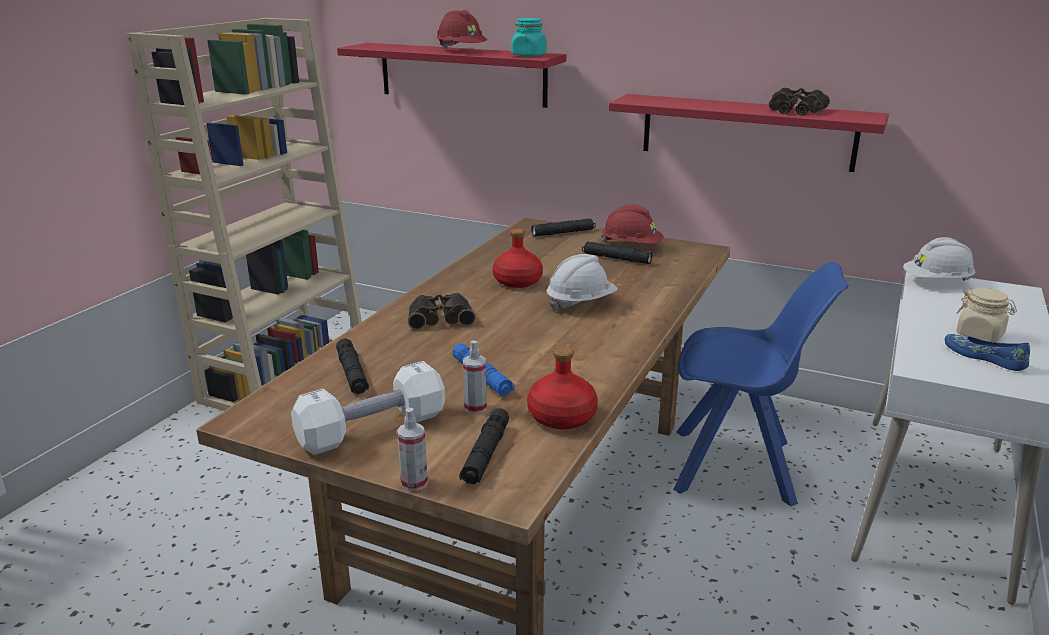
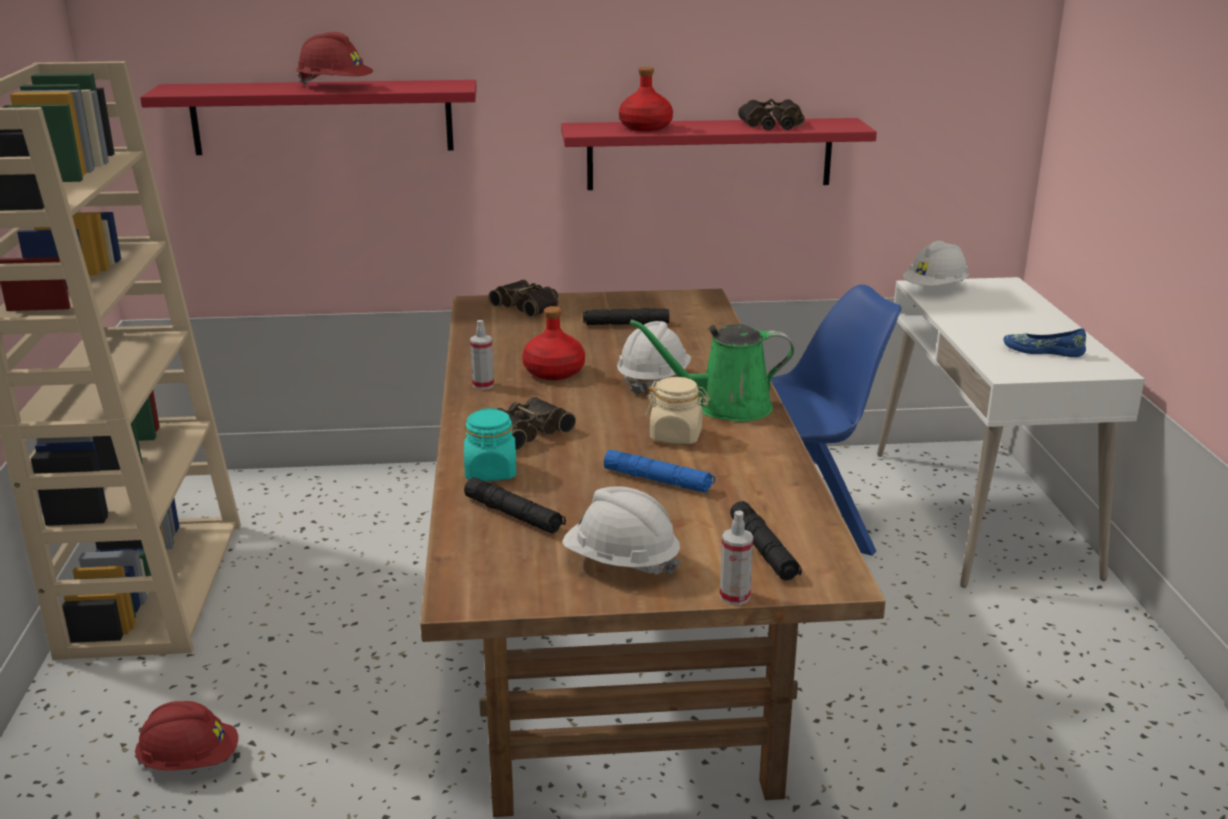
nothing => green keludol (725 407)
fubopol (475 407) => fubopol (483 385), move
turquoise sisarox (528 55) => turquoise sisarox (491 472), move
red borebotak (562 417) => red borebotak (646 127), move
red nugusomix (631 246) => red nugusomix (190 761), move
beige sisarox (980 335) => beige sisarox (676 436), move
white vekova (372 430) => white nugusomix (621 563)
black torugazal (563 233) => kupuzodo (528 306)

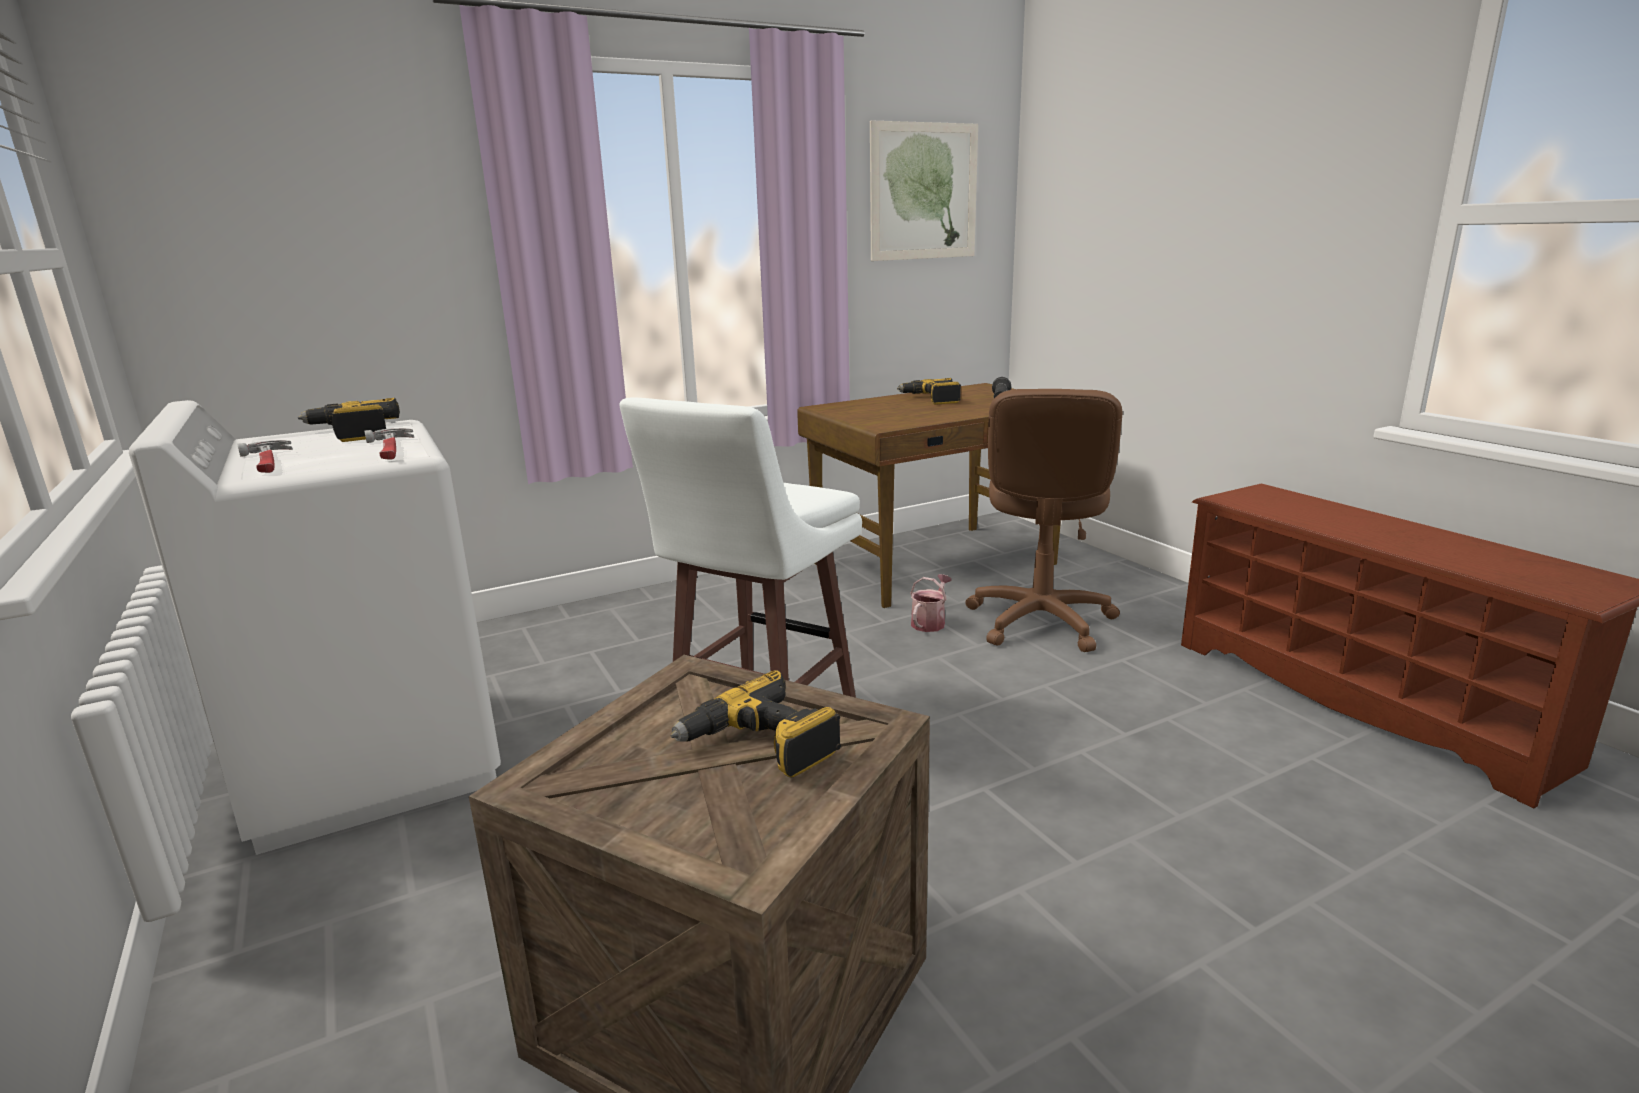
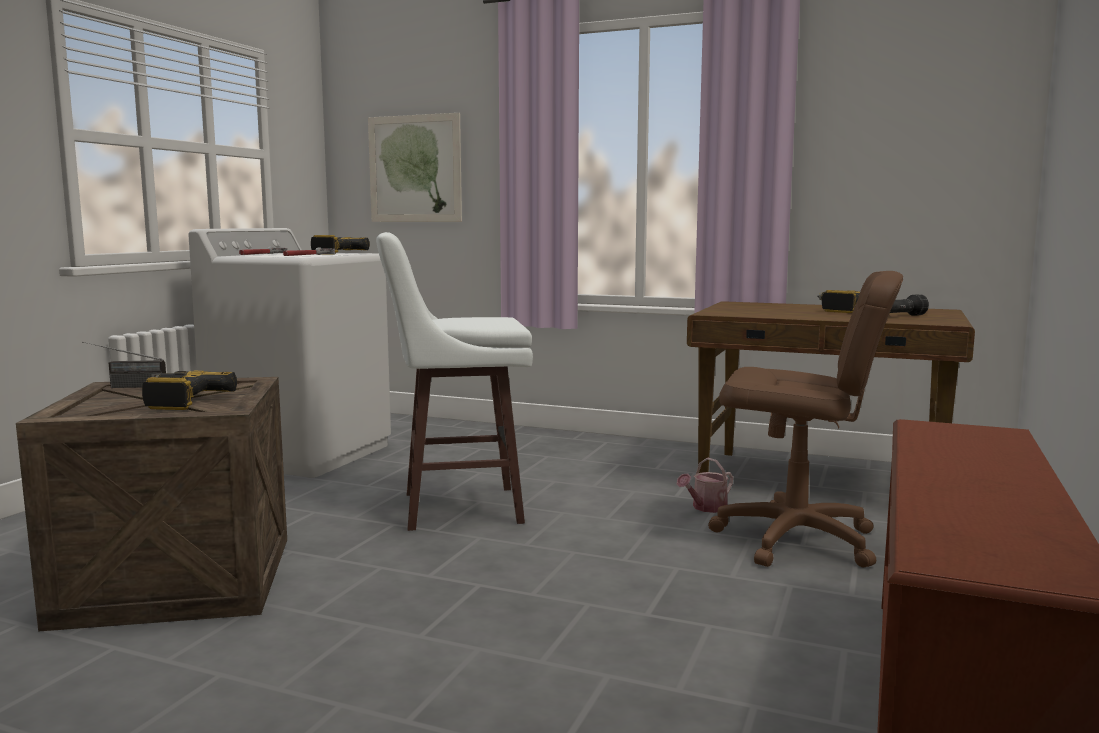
nothing => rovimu (124 387)
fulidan (924 192) => fulidan (415 169), move
keludol (930 622) => keludol (706 508), 150 degrees clockwise
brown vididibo (1039 621) => brown vididibo (796 540), 135 degrees counterclockwise

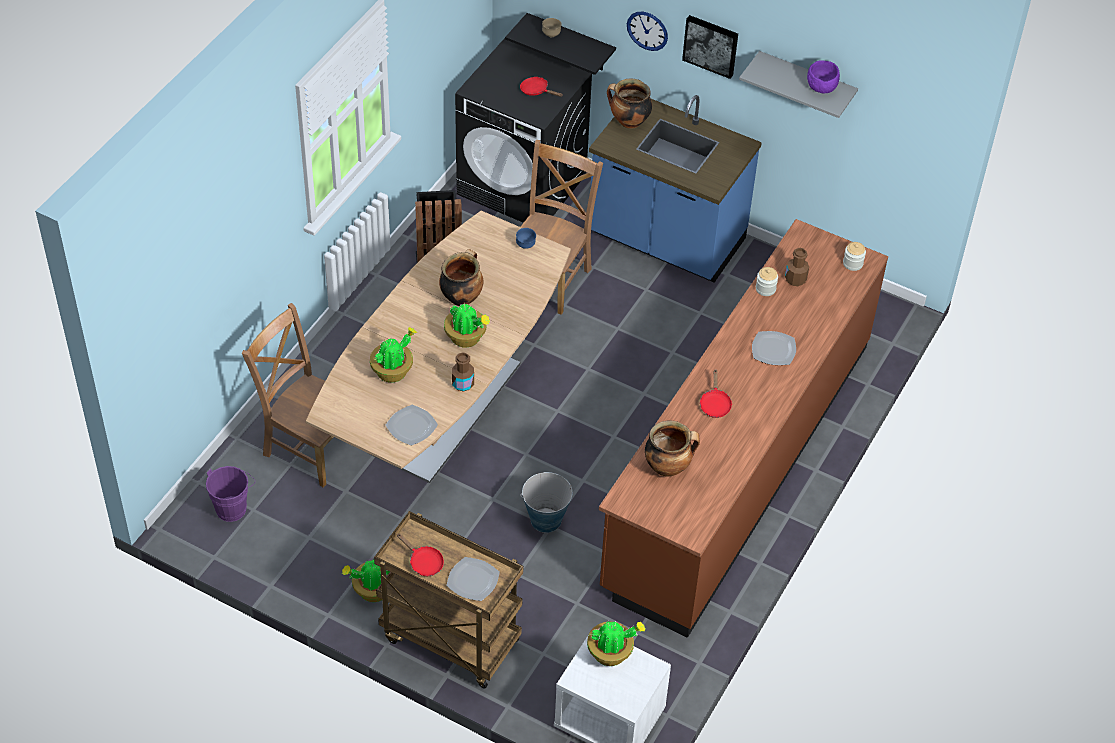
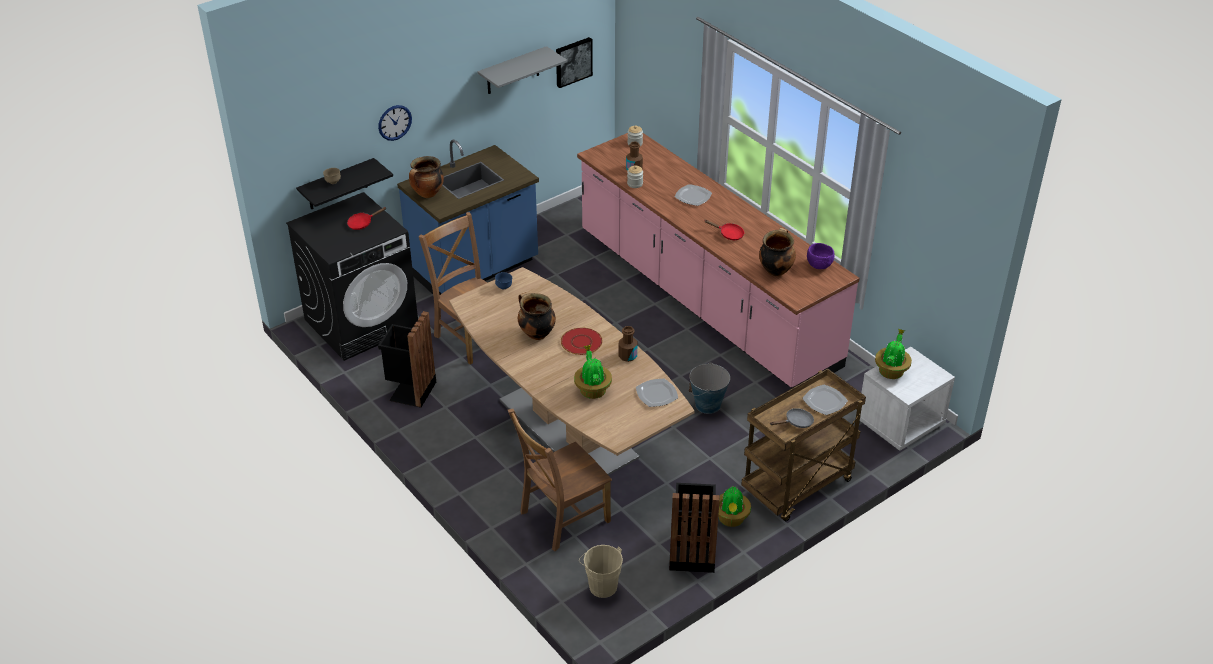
nothing => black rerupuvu (691 554)
fulidan (711 45) => fulidan (573 61), move
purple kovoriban (820 87) => purple kovoriban (818 265), move
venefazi (466 338) => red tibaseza (581 342)
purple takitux (233 507) => beige takitux (601 584)
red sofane (423 562) => grey sofane (796 422)
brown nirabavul (737 463) => pink nirabavul (704 299)

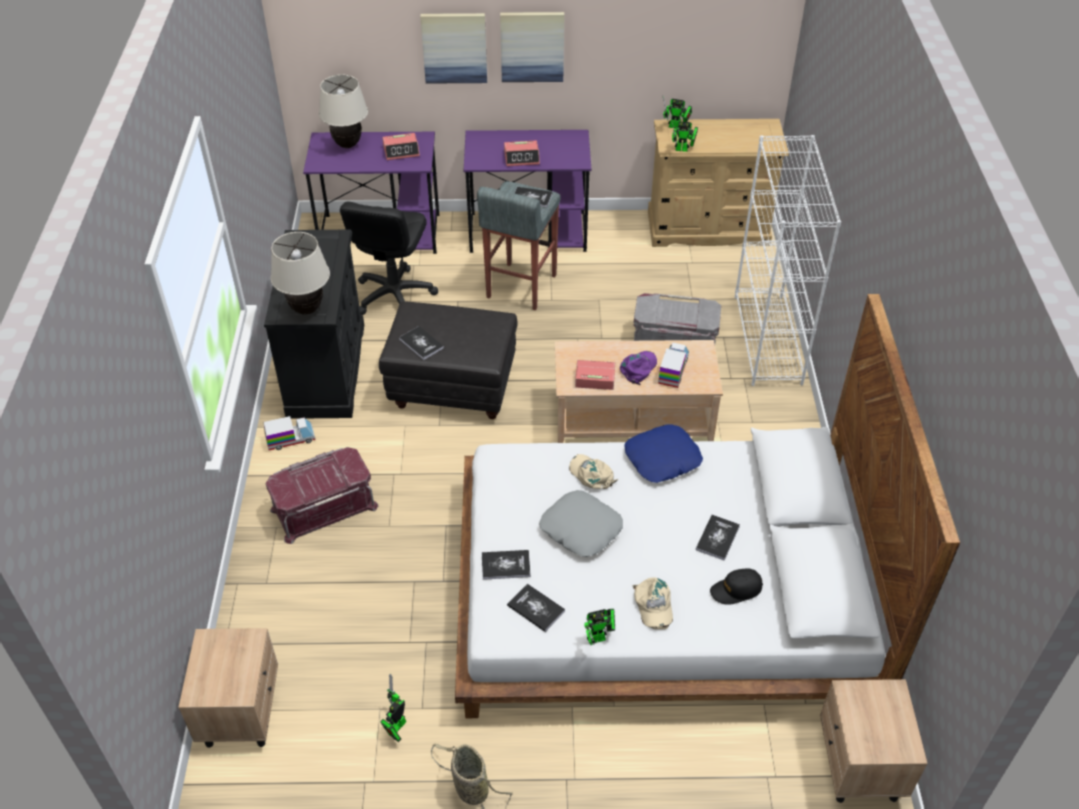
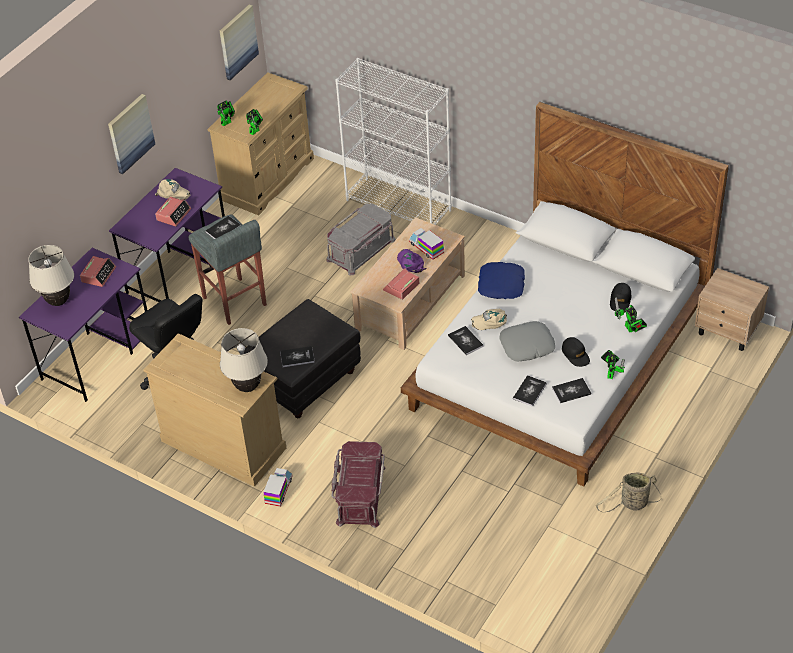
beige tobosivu (241 711) => nothing
nothing => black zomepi (575 355)
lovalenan (396 727) => lovalenan (630 329), move
fulidan (454 47) => fulidan (237 41), move
beige zomepi (653 605) => beige zomepi (173 193), move
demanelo (717 538) => demanelo (465 341), move
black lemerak (327 369) => beige lemerak (223 444)

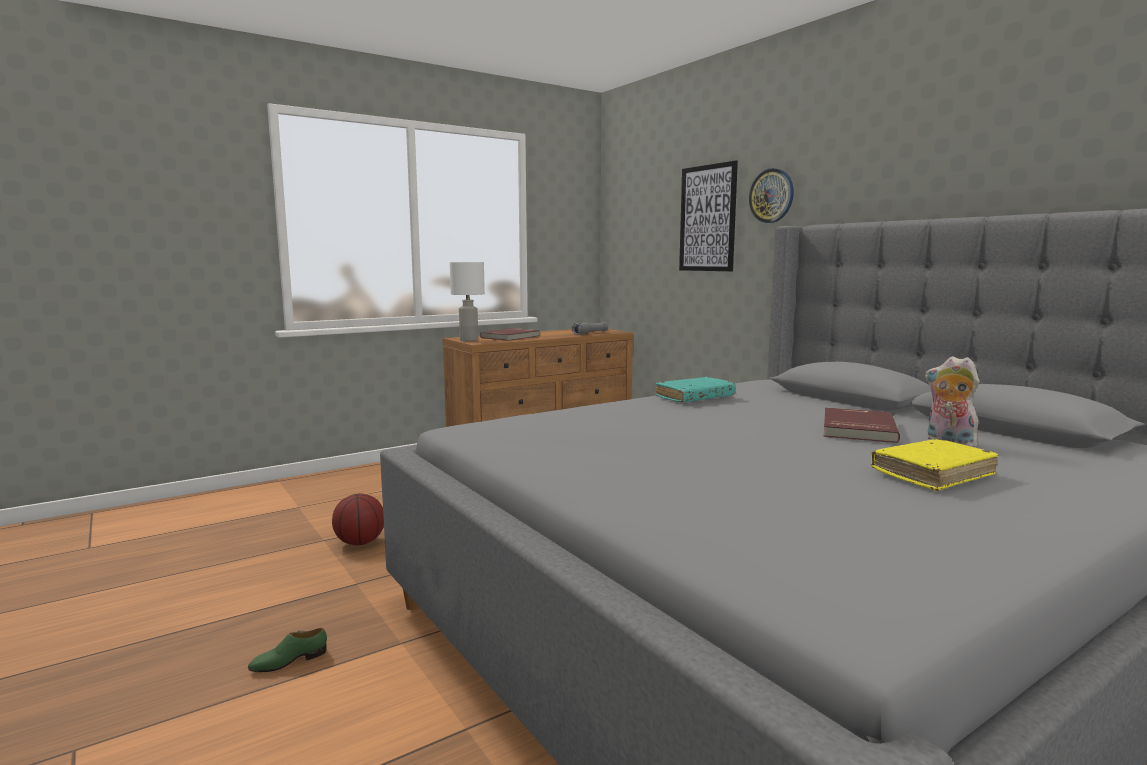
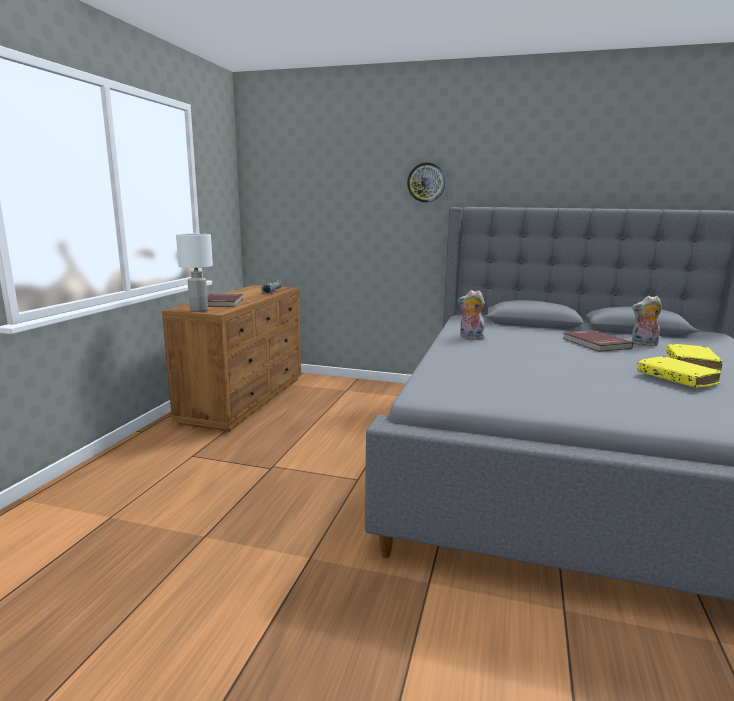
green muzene (289 661) => nothing
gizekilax (360 542) => nothing
fulidan (707 218) => nothing
nothing => yellow demanelo (676 379)
turquoise demanelo (694 398) => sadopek (470 337)

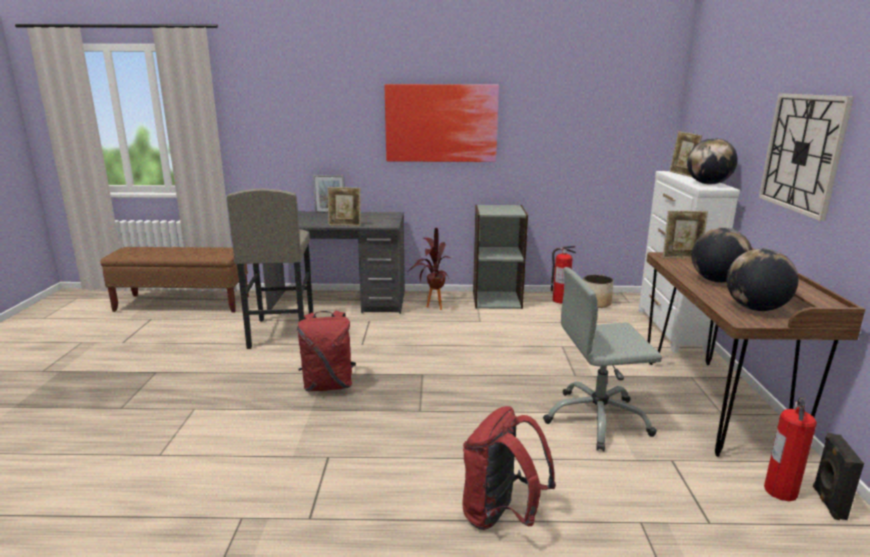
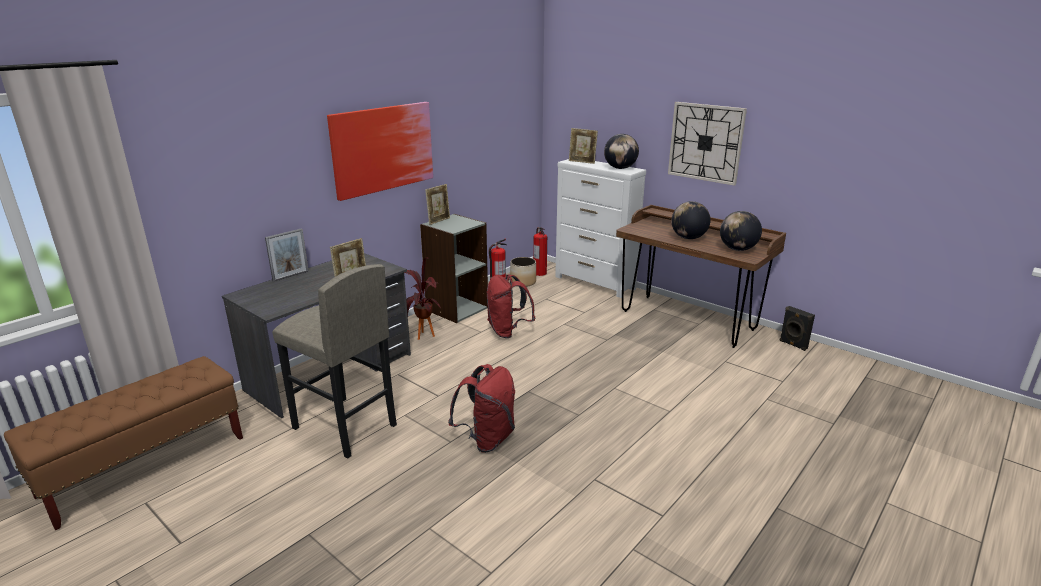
grey vididibo (597 419) => nothing
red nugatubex (501 516) => red nugatubex (508 331), move
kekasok (681 257) => kekasok (439 221), move
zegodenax (780 490) => zegodenax (539 273), move

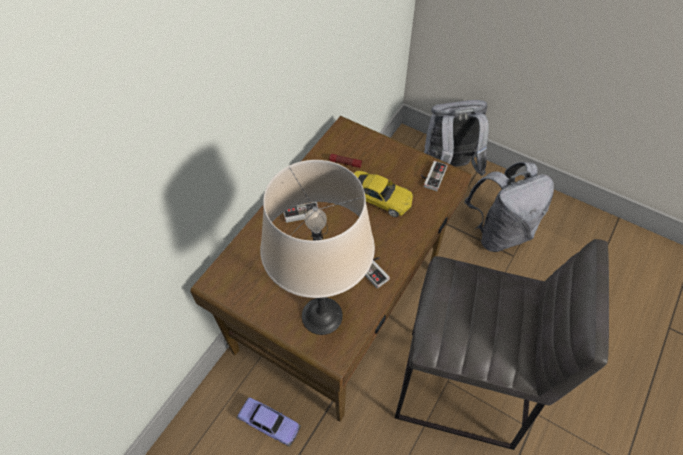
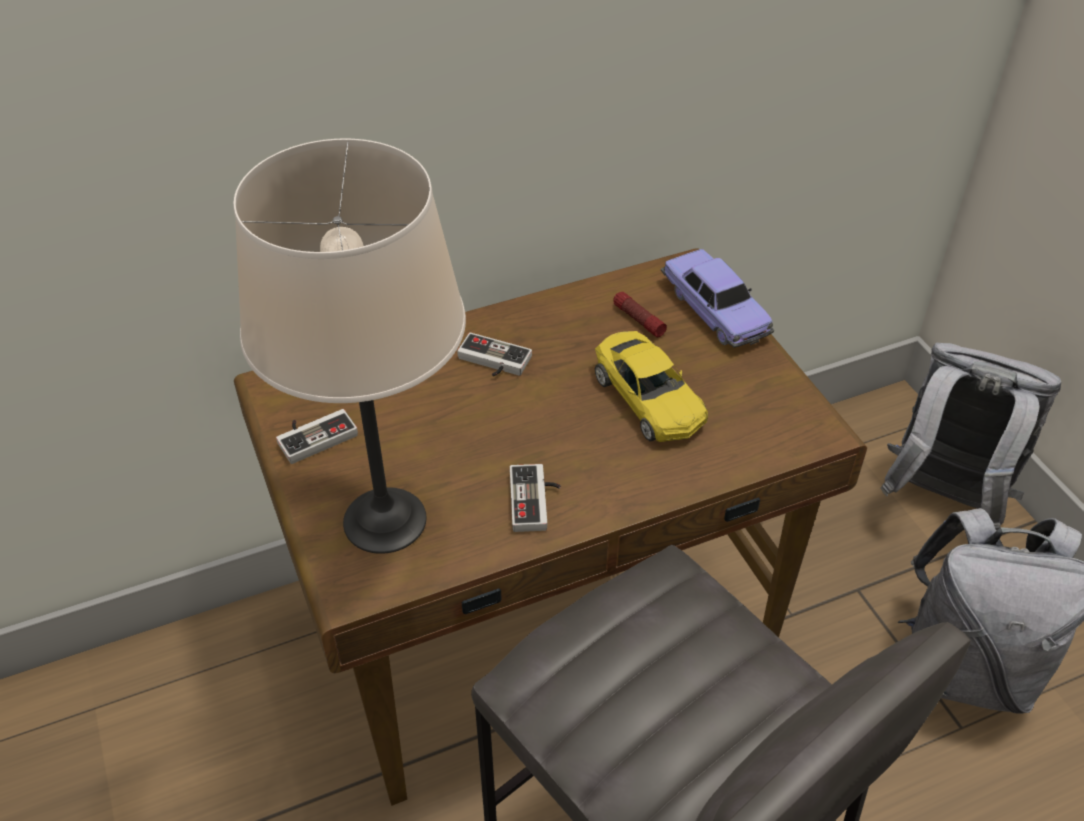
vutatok (269 423) => vutatok (715 310), move
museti (431 176) => museti (315 435), move

